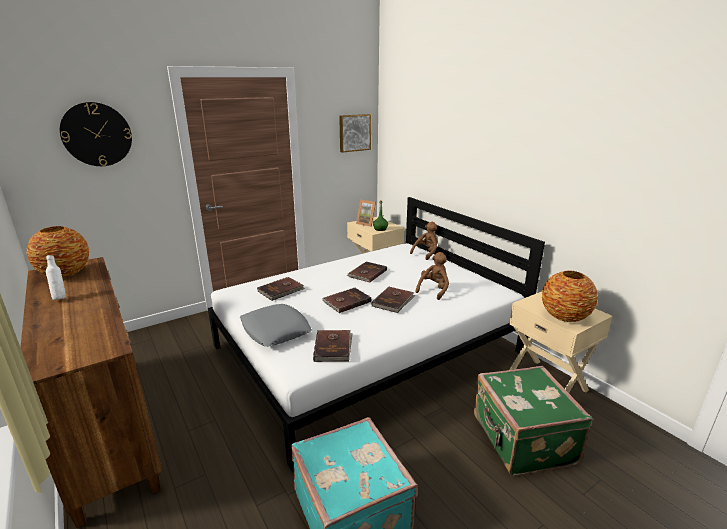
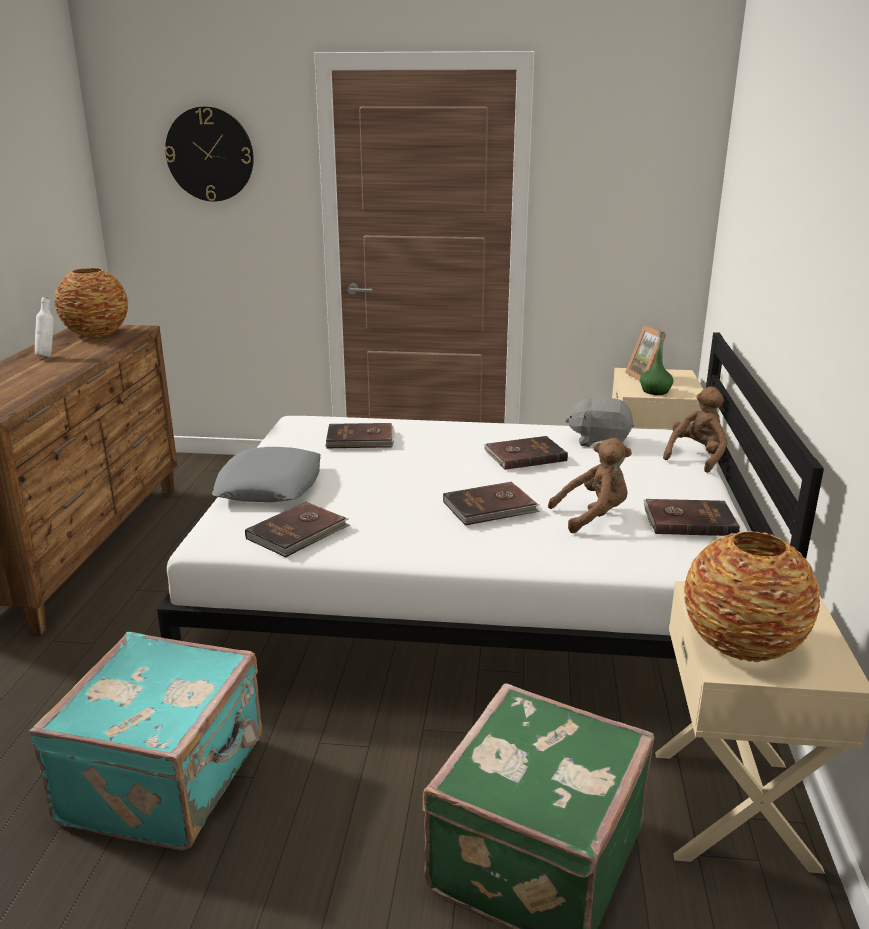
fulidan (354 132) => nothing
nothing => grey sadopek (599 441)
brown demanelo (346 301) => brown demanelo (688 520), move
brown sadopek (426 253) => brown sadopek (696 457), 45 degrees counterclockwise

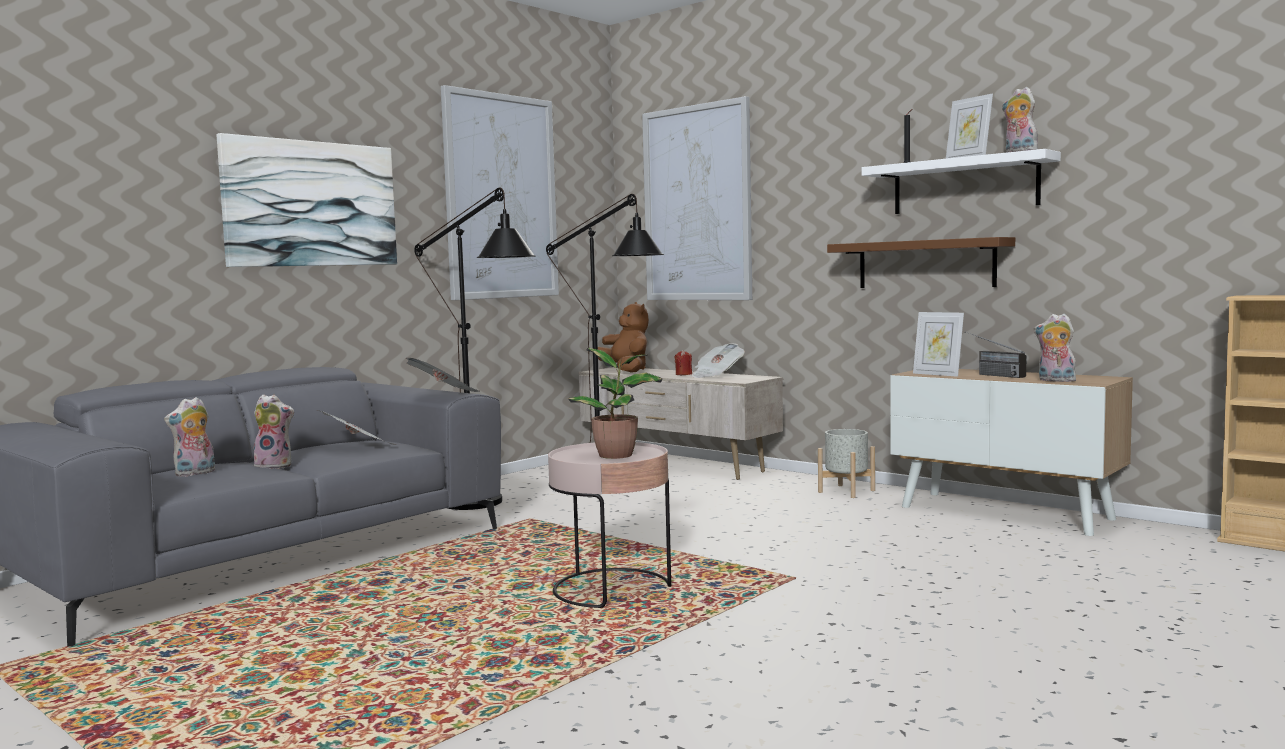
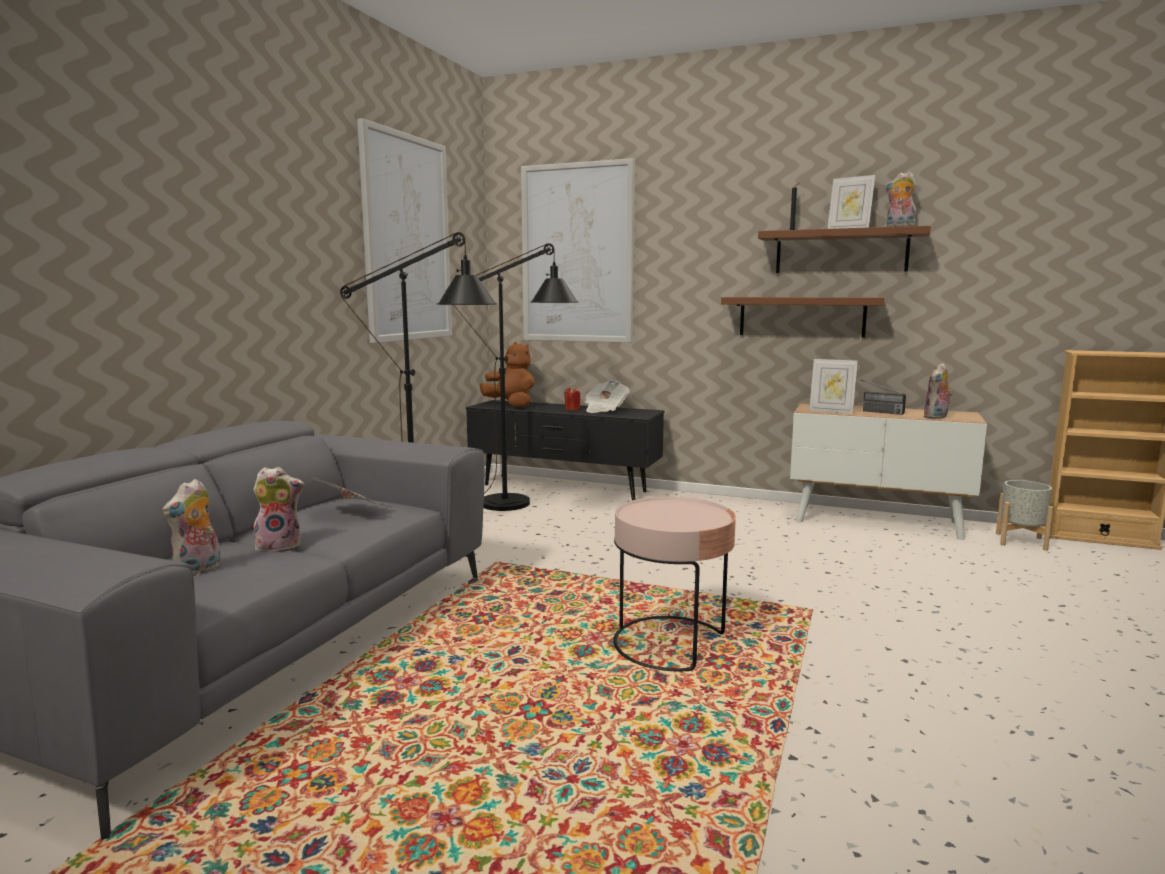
fulidan (311 204) => nothing
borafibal (443 394) => nothing
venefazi (618 455) => nothing
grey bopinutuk (846 491) => grey bopinutuk (1021 541), move
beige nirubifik (677 465) => black nirubifik (563 489)
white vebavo (964 185) => brown vebavo (841 251)
sadopek (1055 380) => sadopek (936 417), 60 degrees counterclockwise

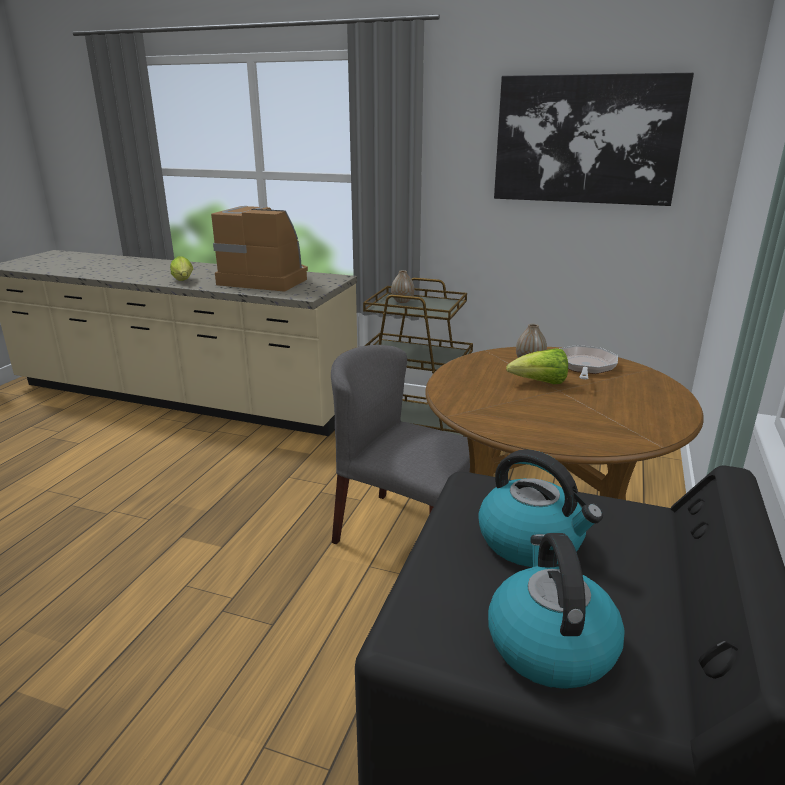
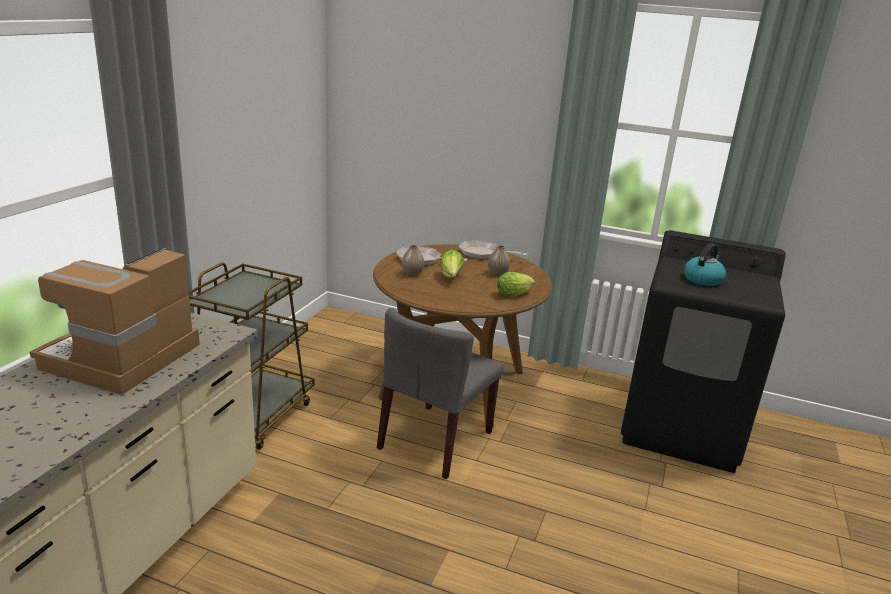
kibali (549 643) => nothing
fulidan (586 140) => nothing
nothing => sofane (483 254)
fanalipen (184 281) => fanalipen (515 294), move
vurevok (402 301) => vurevok (498 273), move

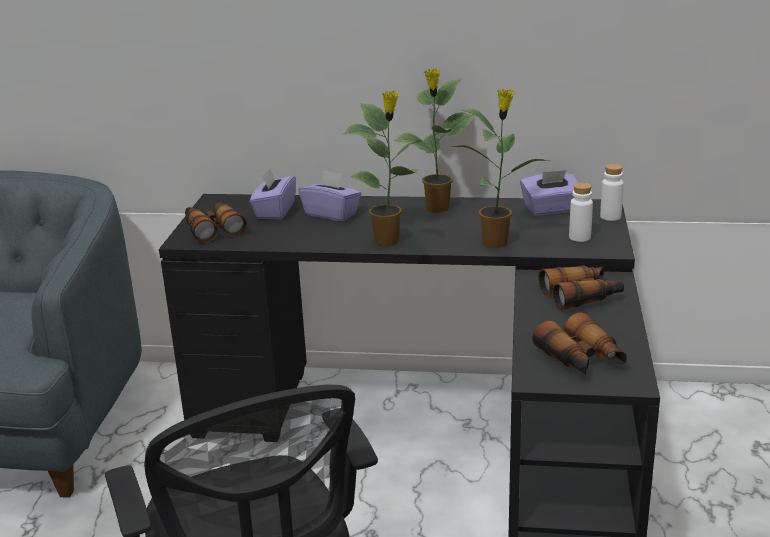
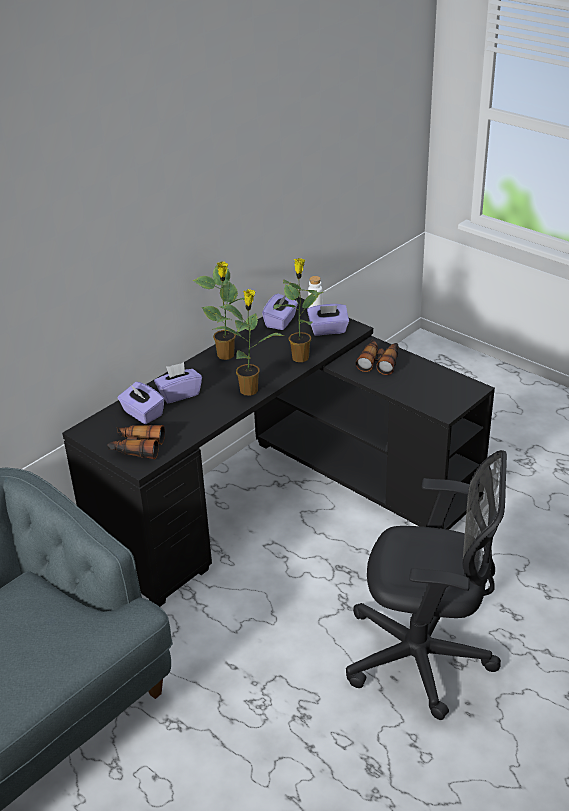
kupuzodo (582 360) => nothing
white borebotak (579 237) => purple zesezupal (328 330)

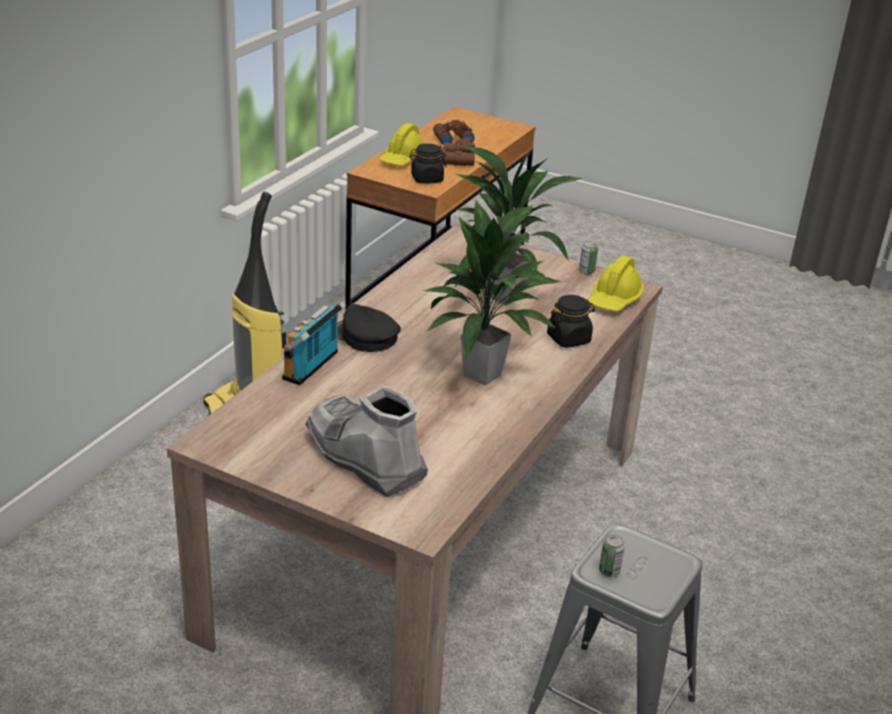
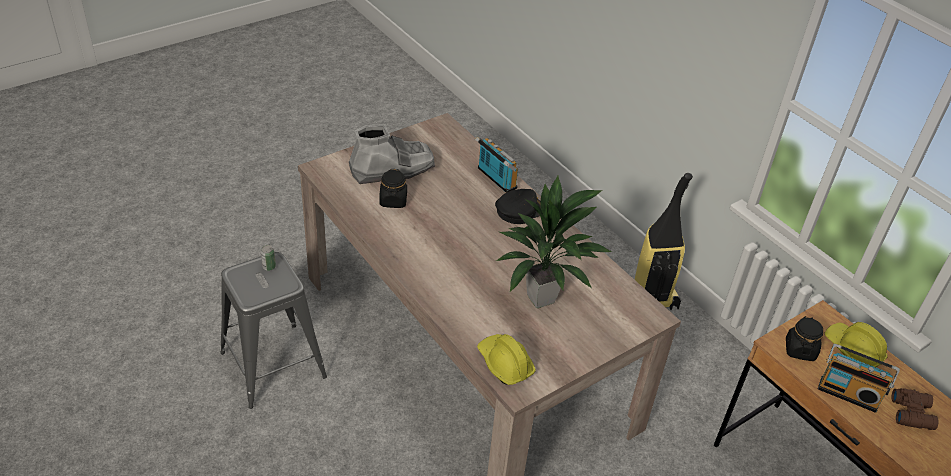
venefazi (484 374) => nothing
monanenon (586 271) => nothing
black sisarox (568 339) => black sisarox (393 201), move
brown kupuzodo (457 160) => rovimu (848 393)

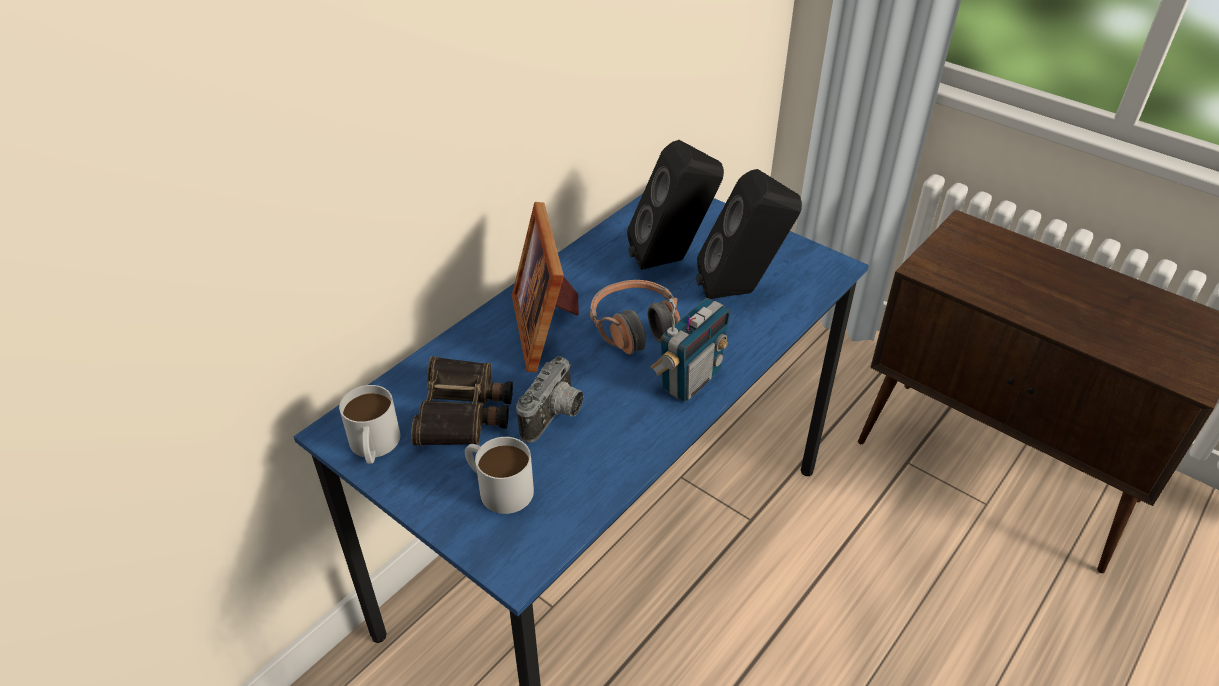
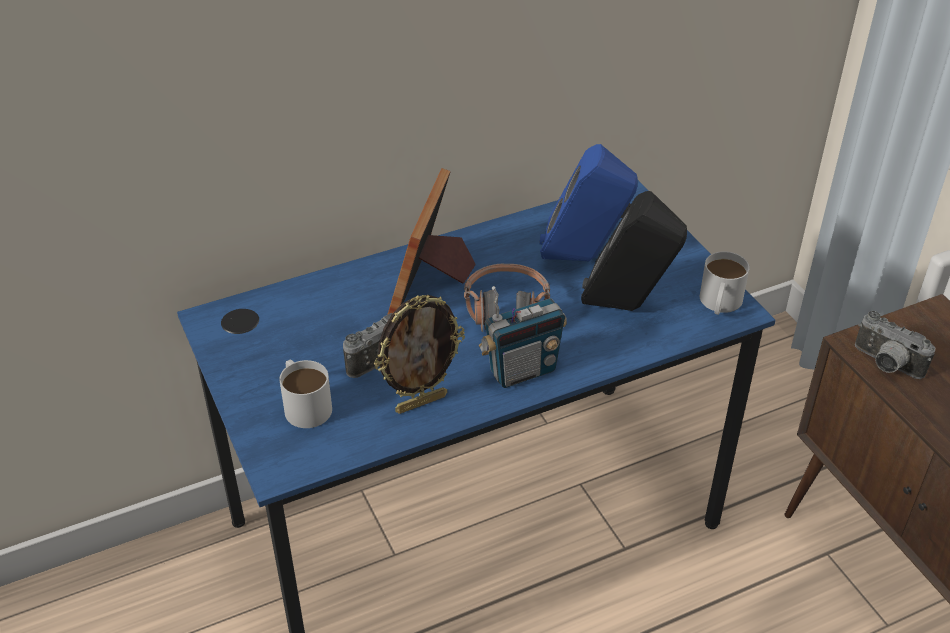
kupuzodo (464 411) => nothing
nothing => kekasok (421 402)
nothing => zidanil (885 365)
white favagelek (374 446) => white favagelek (719 304), move
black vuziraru (672 260) => blue vuziraru (583 259)

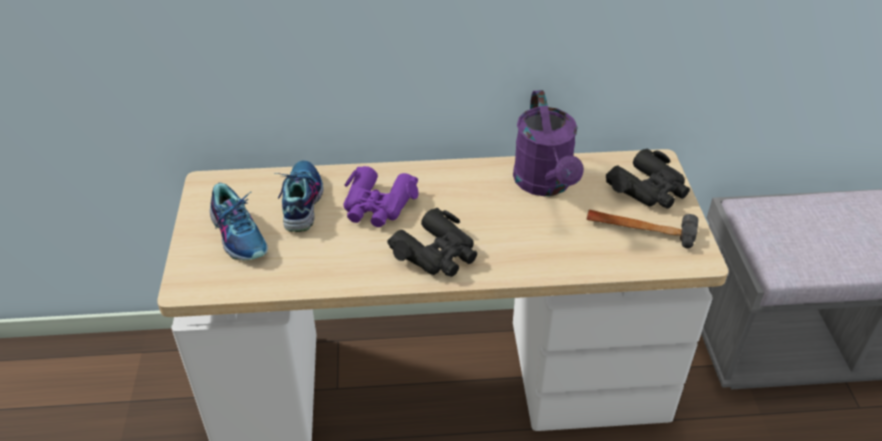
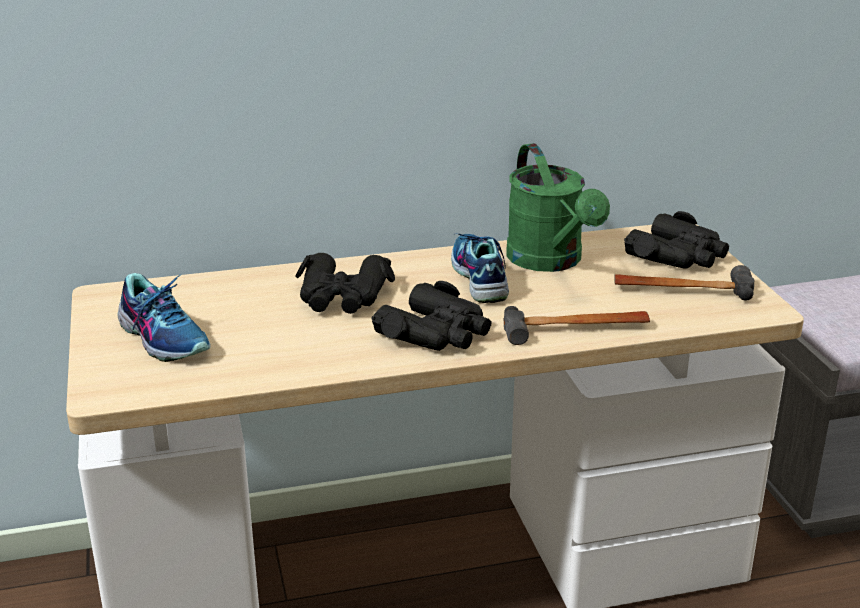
nothing => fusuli (575 329)
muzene (301 202) => muzene (478 278), move
purple kupuzodo (377 205) => black kupuzodo (342 296)
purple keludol (545 184) => green keludol (551 261)

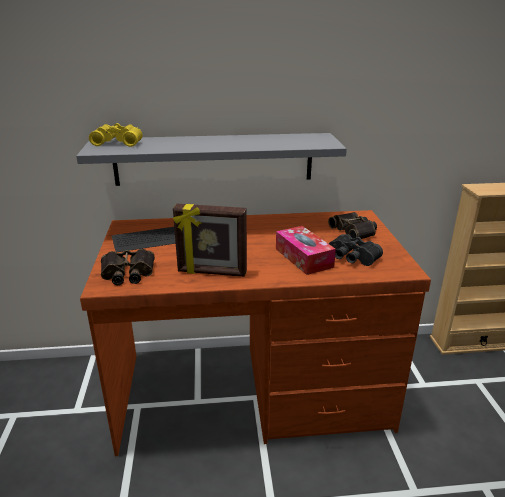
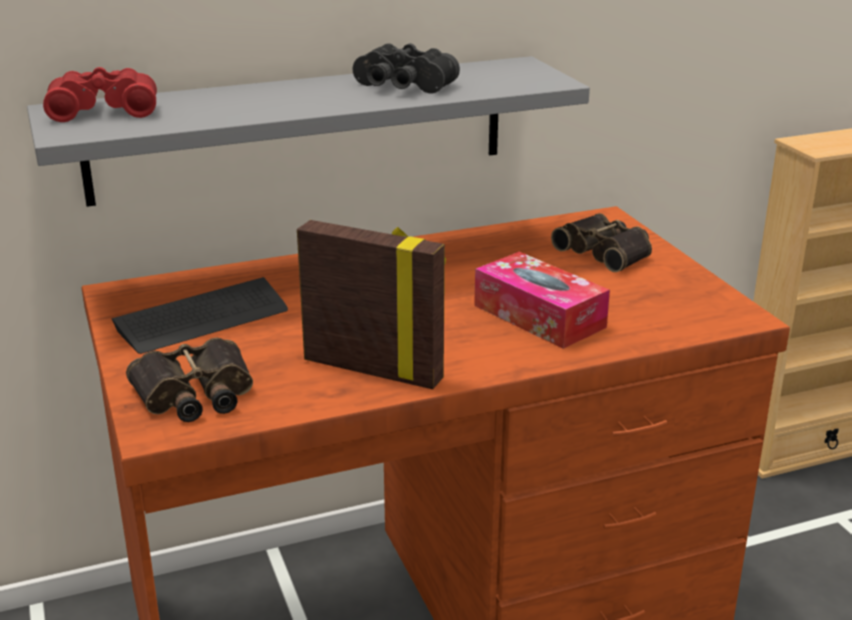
black kupuzodo (351 258) => black kupuzodo (401 87), move
yellow kupuzodo (118 142) => red kupuzodo (104 110)
kekasok (212 272) => kekasok (374 369), 150 degrees counterclockwise

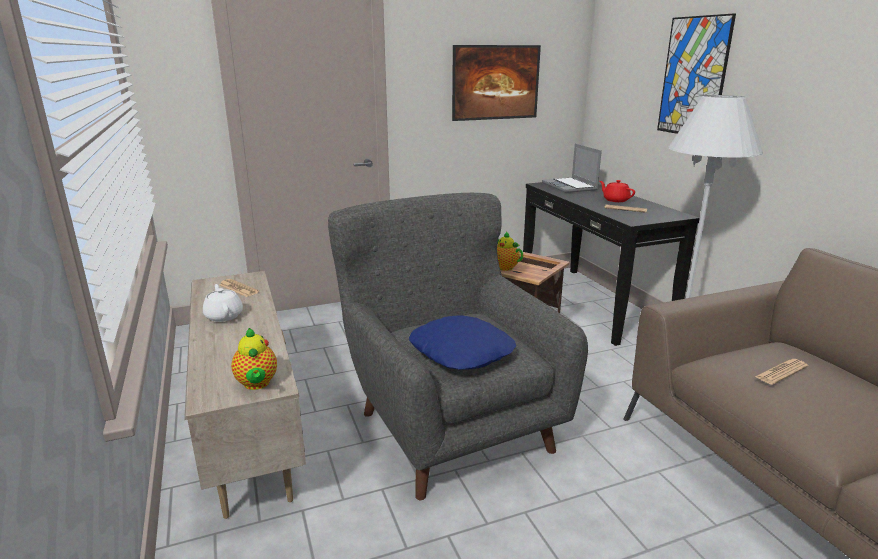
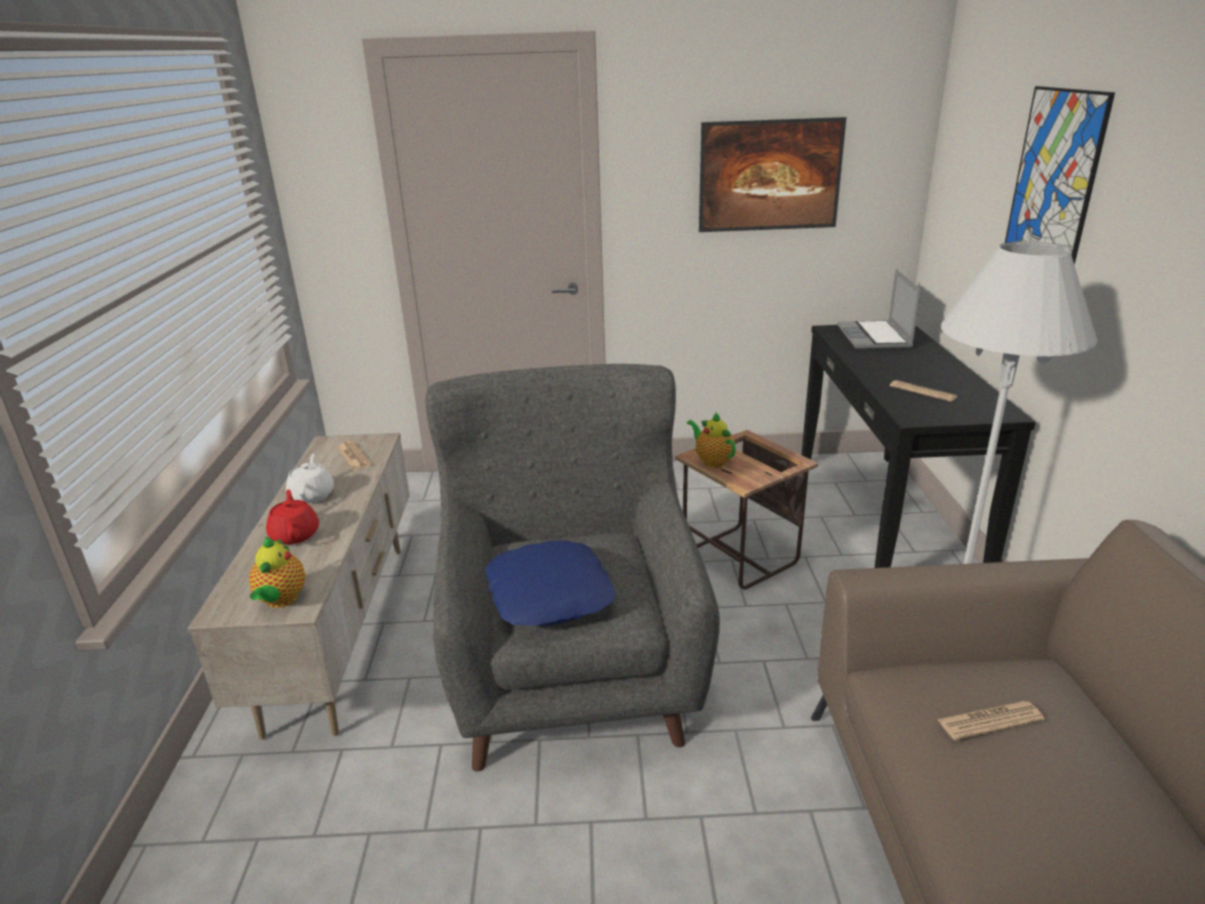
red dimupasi (615 200) => red dimupasi (295 534), move

